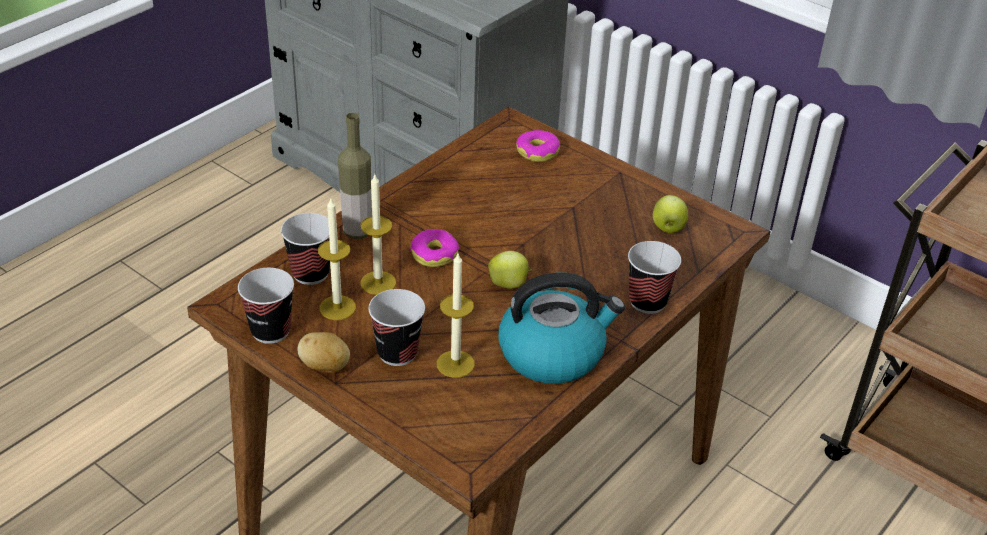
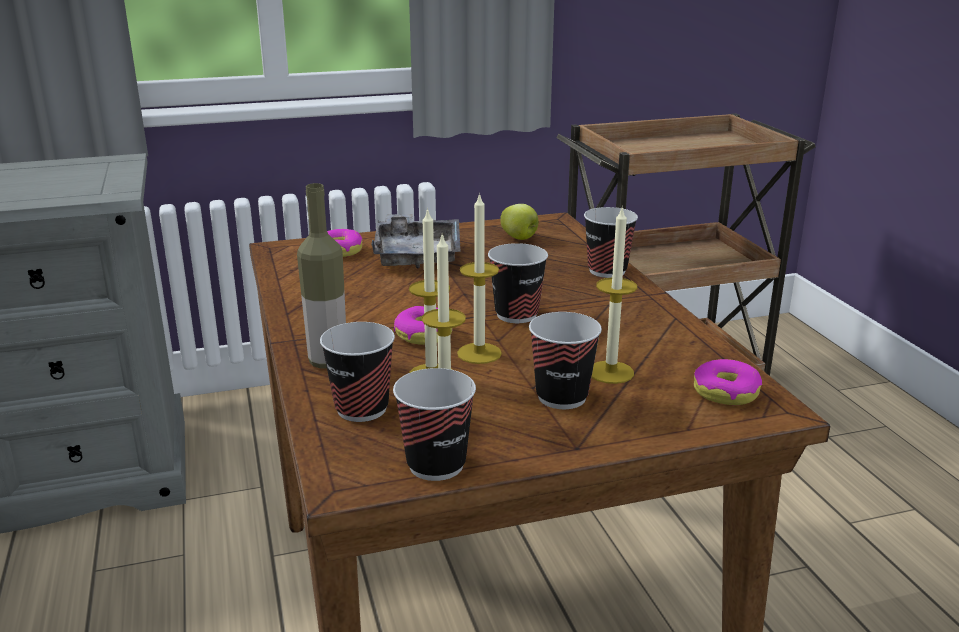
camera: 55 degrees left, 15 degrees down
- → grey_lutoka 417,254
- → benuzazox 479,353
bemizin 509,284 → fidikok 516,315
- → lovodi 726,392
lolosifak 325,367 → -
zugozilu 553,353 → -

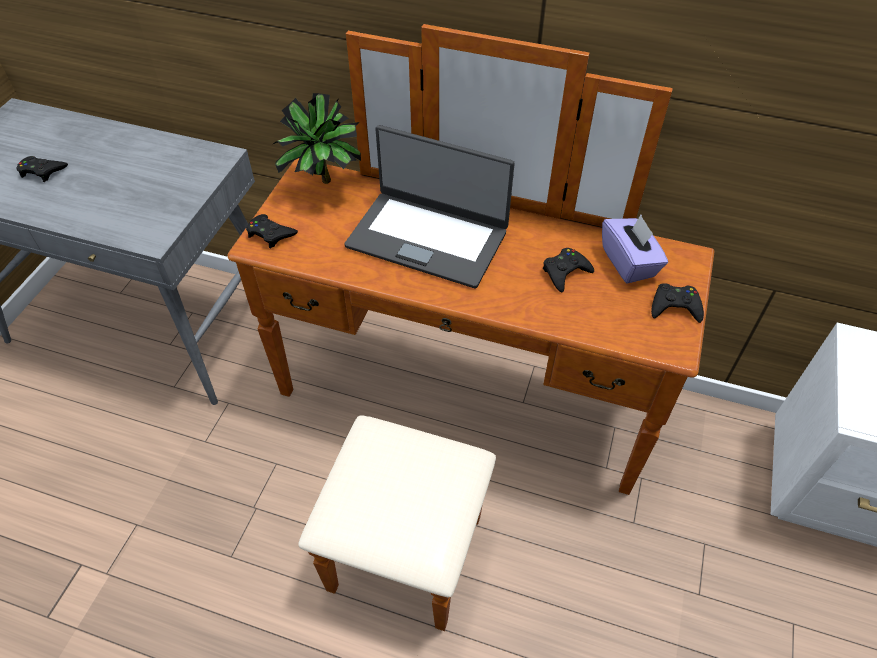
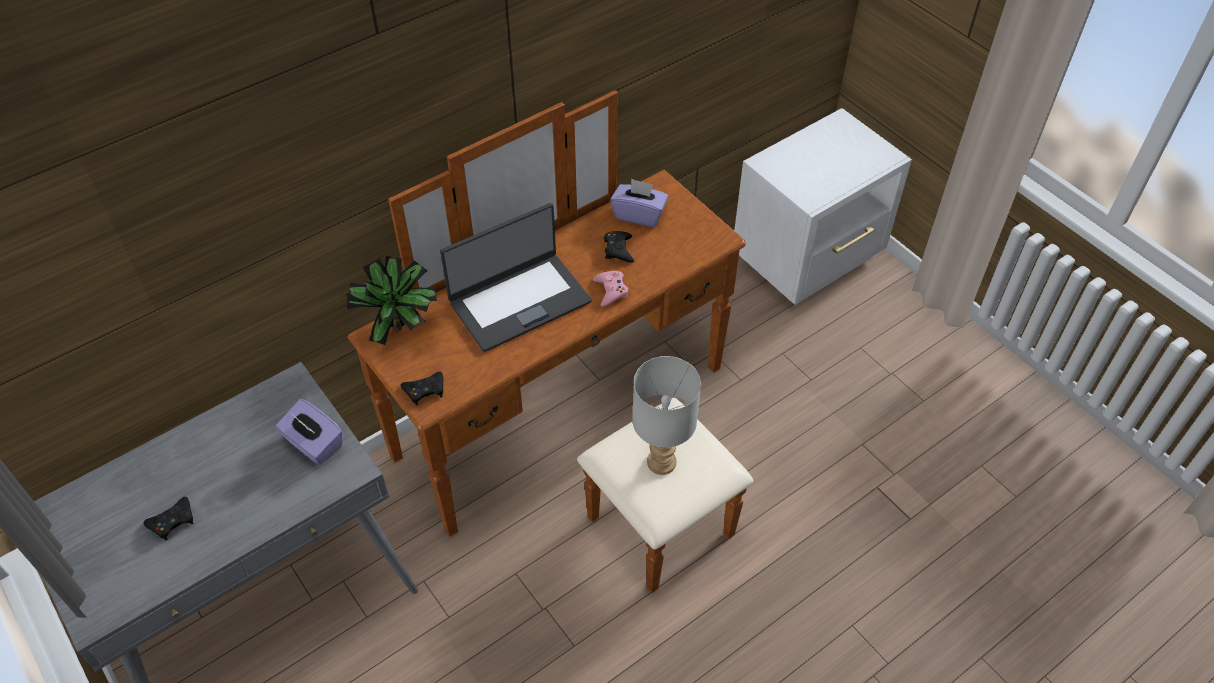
camera: 55 degrees left, 0 degrees up
- → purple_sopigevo 314,444
- → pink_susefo 611,290
- → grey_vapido 662,462
black_susefo 675,307 → -

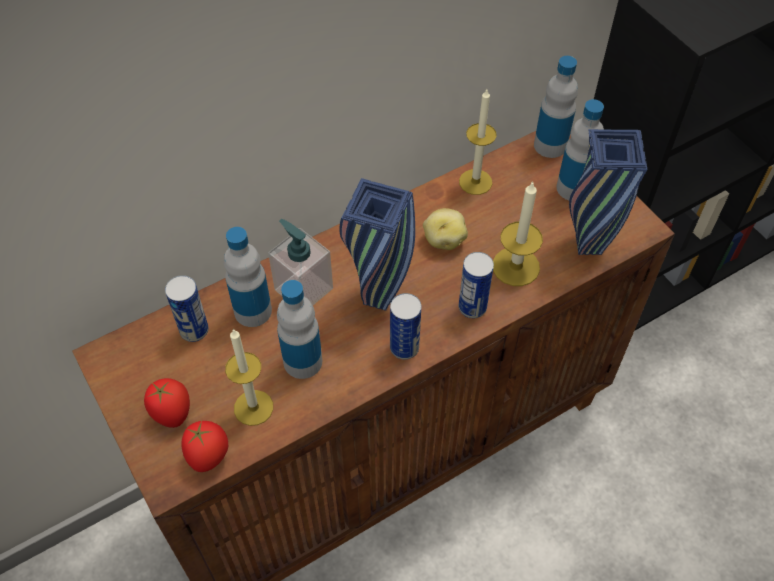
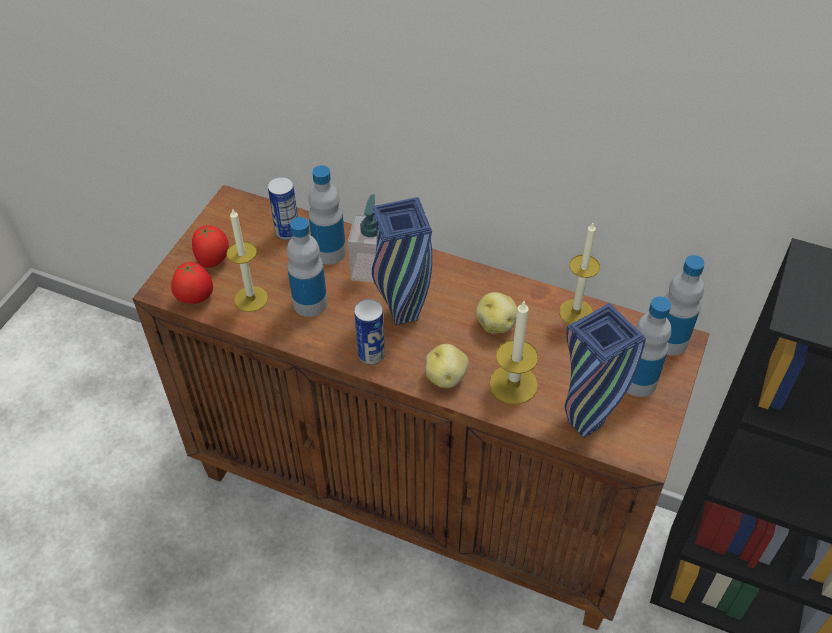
camera: 55 degrees right, 5 degrees down
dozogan 472,307 → lolosifak 446,377

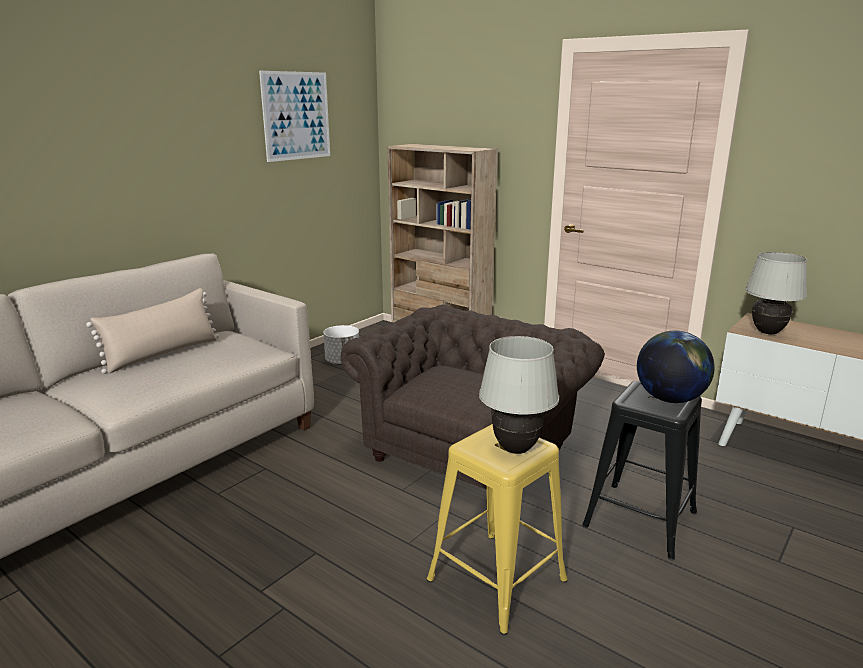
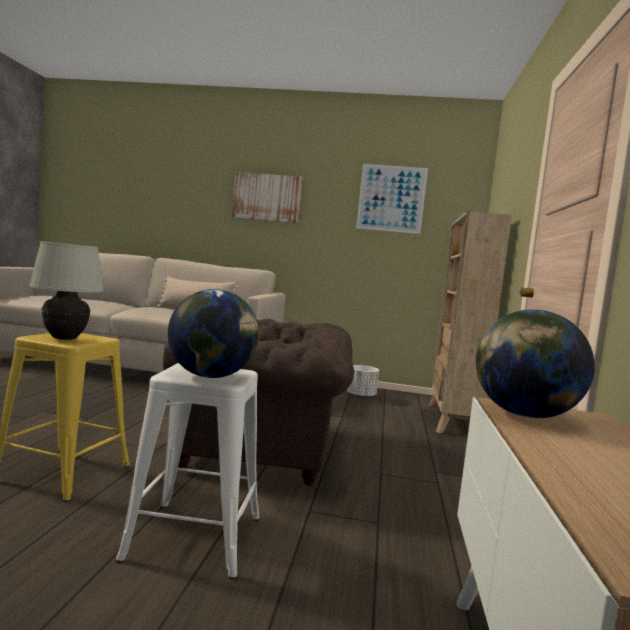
camera: 60 degrees right, 15 degrees down
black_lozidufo 640,519 → white_lozidufo 194,537
- → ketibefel 267,197
white_vapido 768,332 → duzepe 524,415

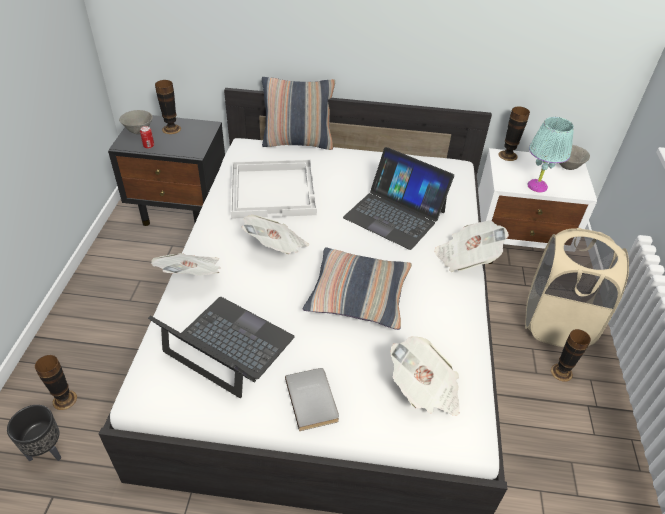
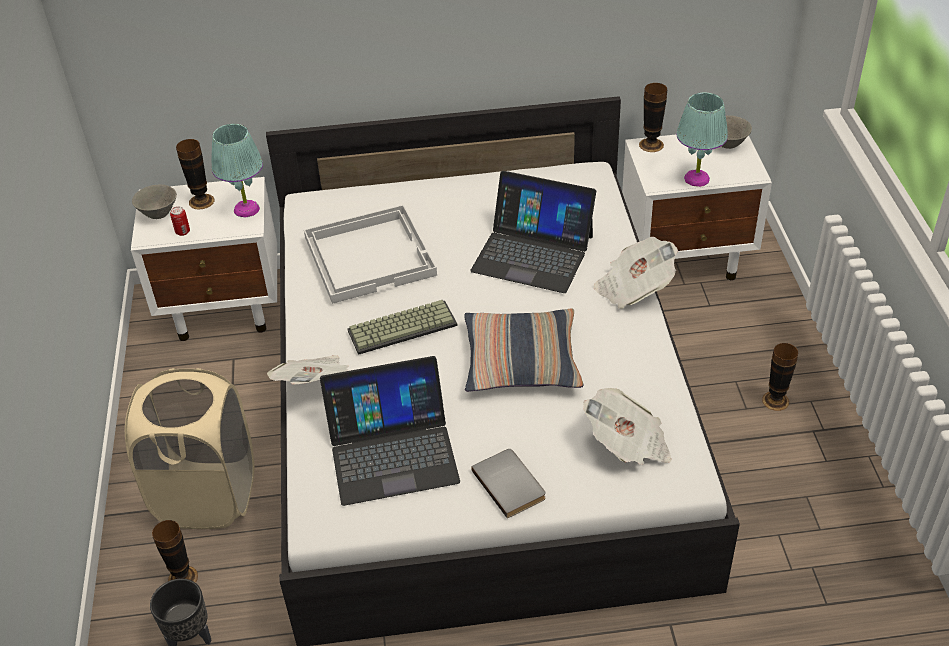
camera: 10 degrees left, 0 degrees up
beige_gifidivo 557,324 → beige_gifidivo 207,496, relocated
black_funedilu 182,210 → white_funedilu 225,308
- → turquoise_vapido 247,209
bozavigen 227,346 → bozavigen 392,452, 150 degrees clockwise
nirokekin 276,247 → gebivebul 403,326
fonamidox 298,142 → -

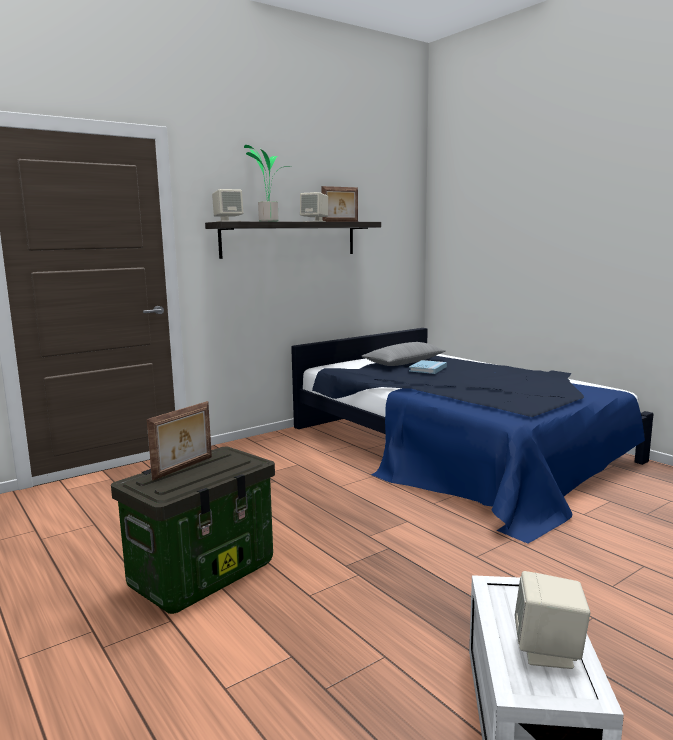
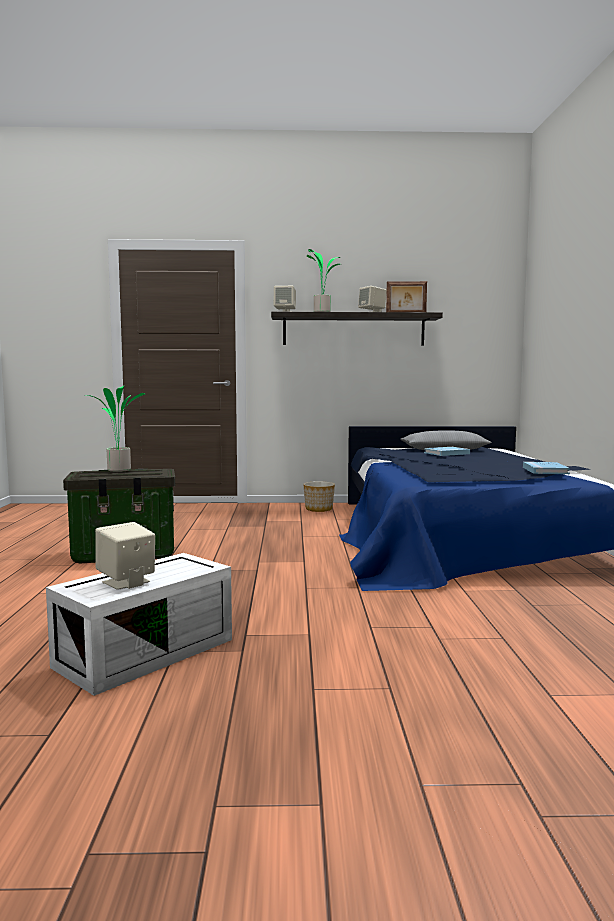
camera: 35 degrees right, 5 degrees down
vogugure 184,468 → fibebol 118,470
- → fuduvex 319,509
- → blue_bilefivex 545,470

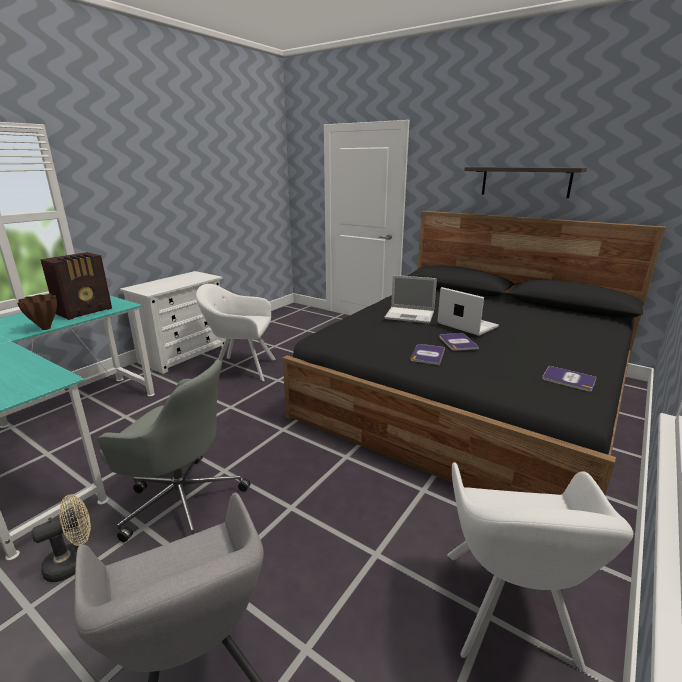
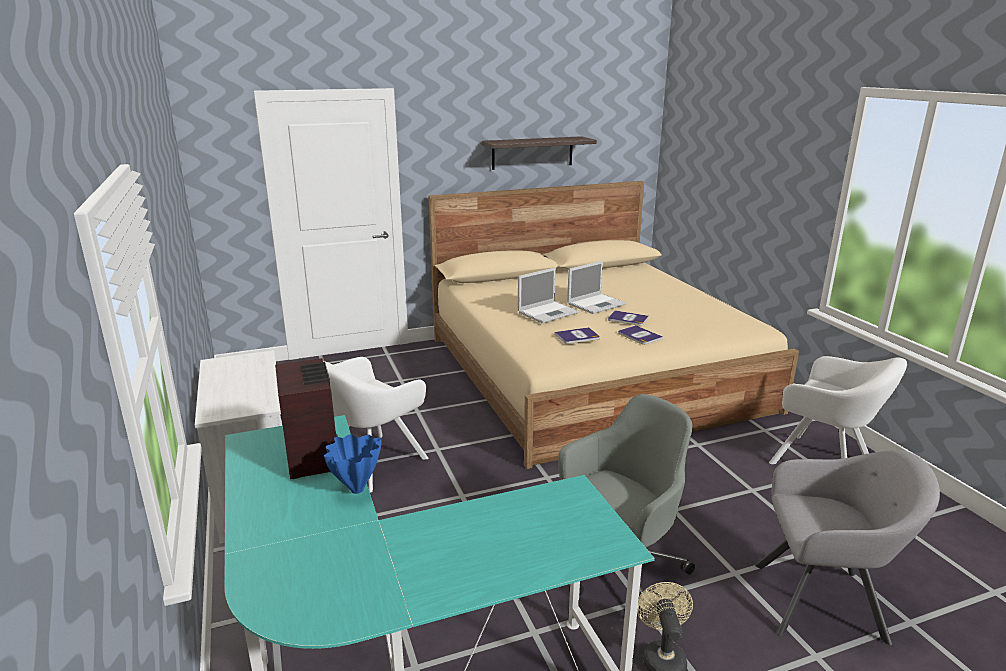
camera: 55 degrees left, 0 degrees up
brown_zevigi 45,328 → blue_zevigi 356,490
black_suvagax 470,395 → beige_suvagax 591,372
bilefivex 568,379 → bilefivex 577,336, relocated
bozavigen 466,325 → bozavigen 597,304, 150 degrees clockwise

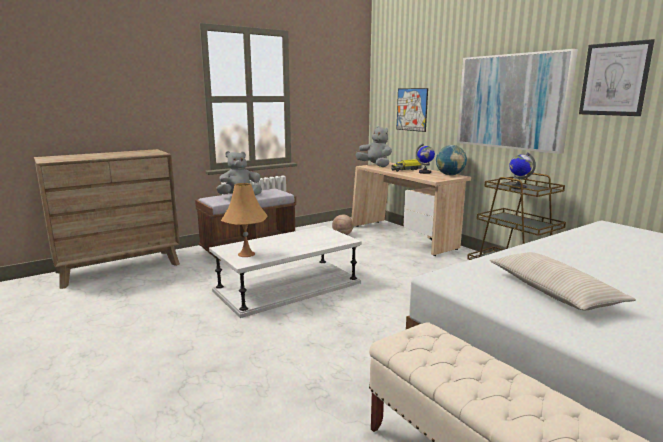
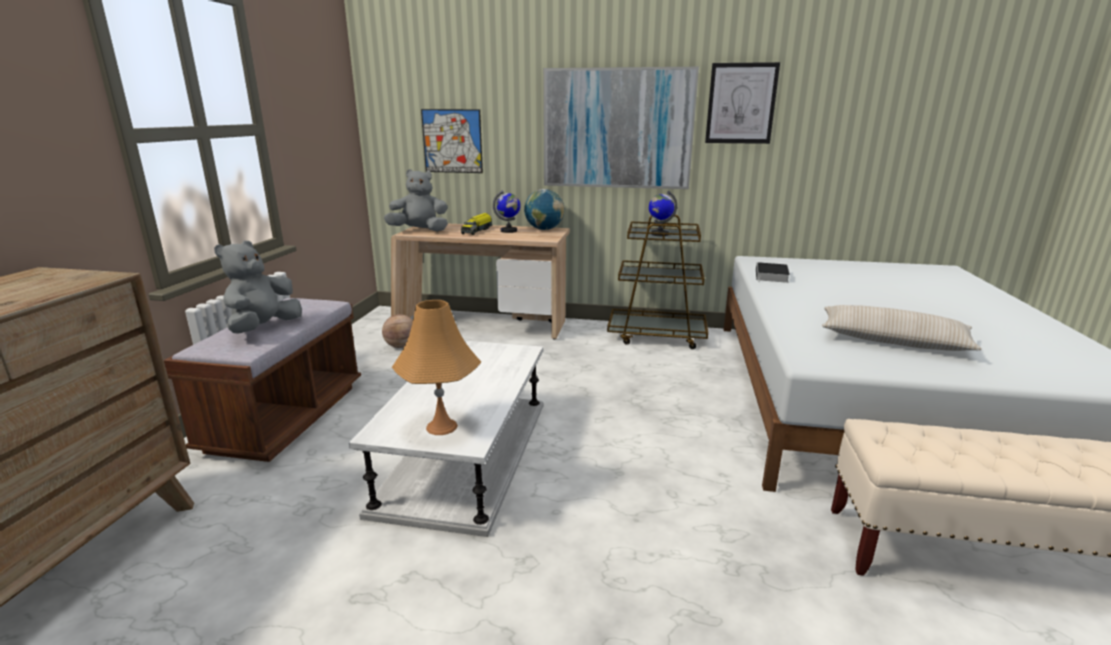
camera: 45 degrees left, 5 degrees up
- → bilefivex 771,276

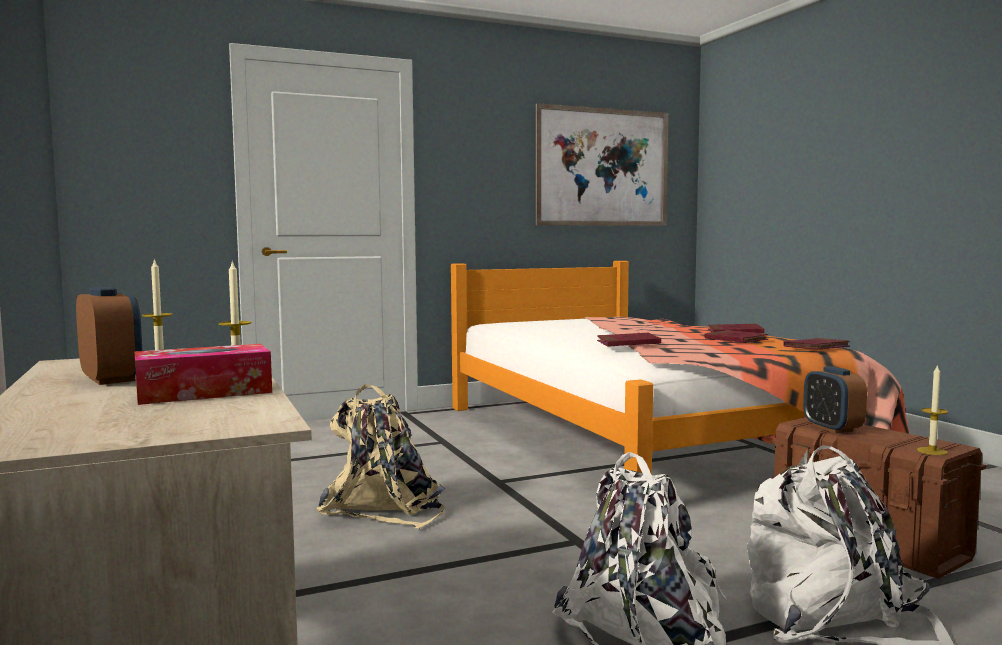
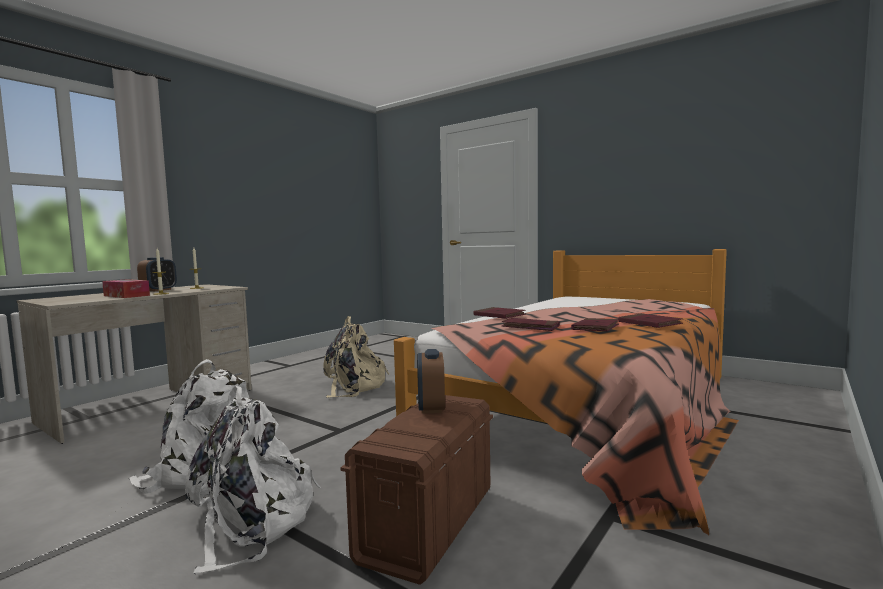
camera: 60 degrees right, 0 degrees up
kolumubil 832,428 → kolumubil 431,407, 45 degrees counterclockwise
red_bilefivex 816,347 → red_bilefivex 530,327, relocated
ketibefel 603,167 → -
benuzazox 932,451 → -

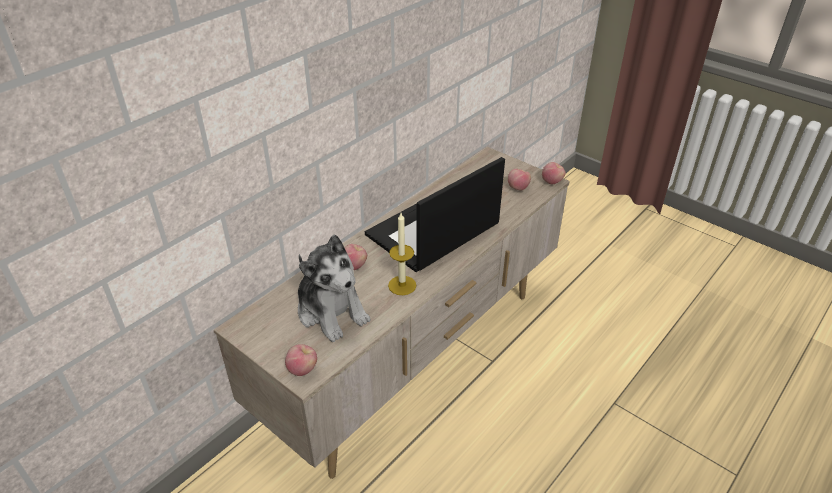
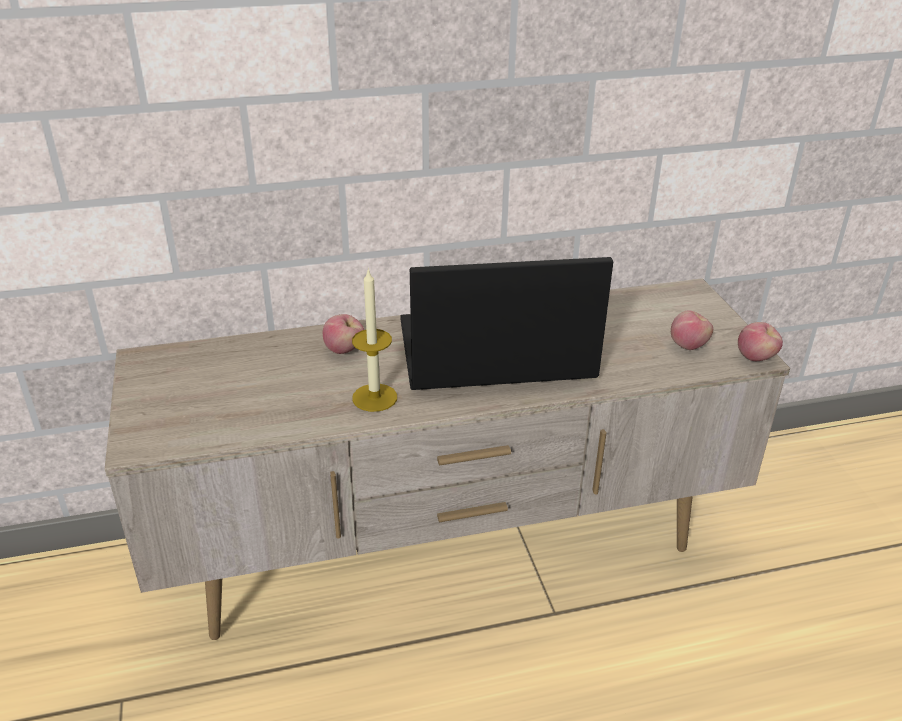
camera: 35 degrees right, 5 degrees down
bemizin 302,369 → -
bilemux 331,311 → -

